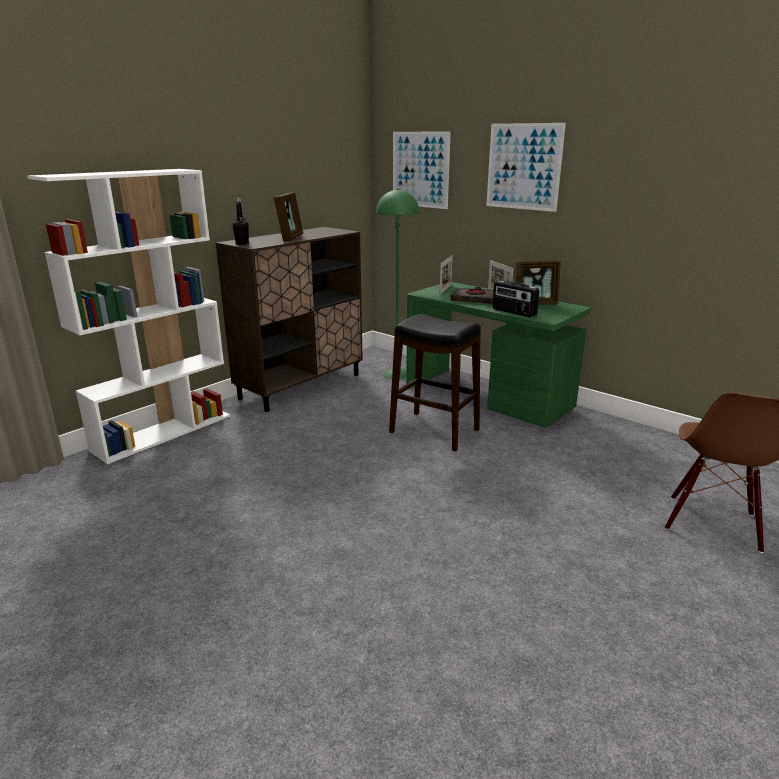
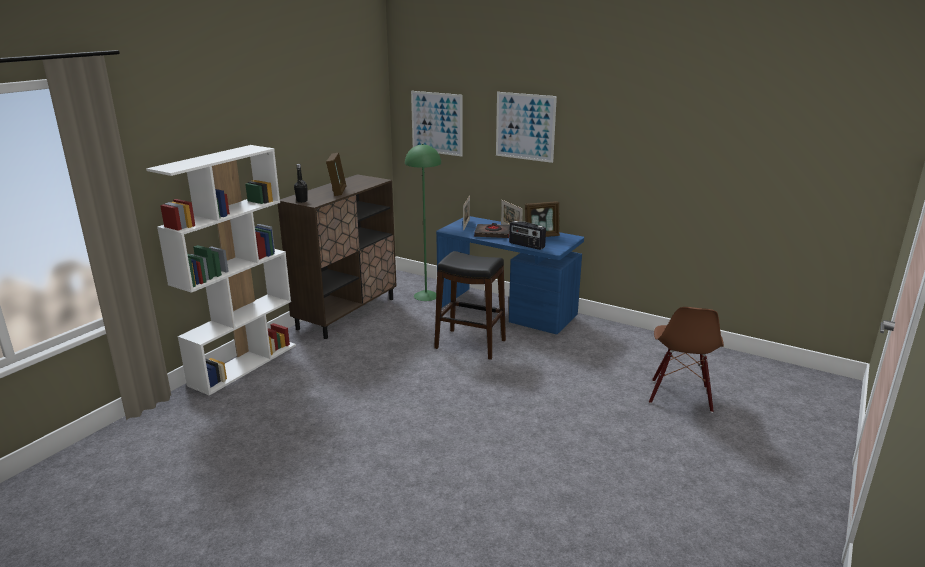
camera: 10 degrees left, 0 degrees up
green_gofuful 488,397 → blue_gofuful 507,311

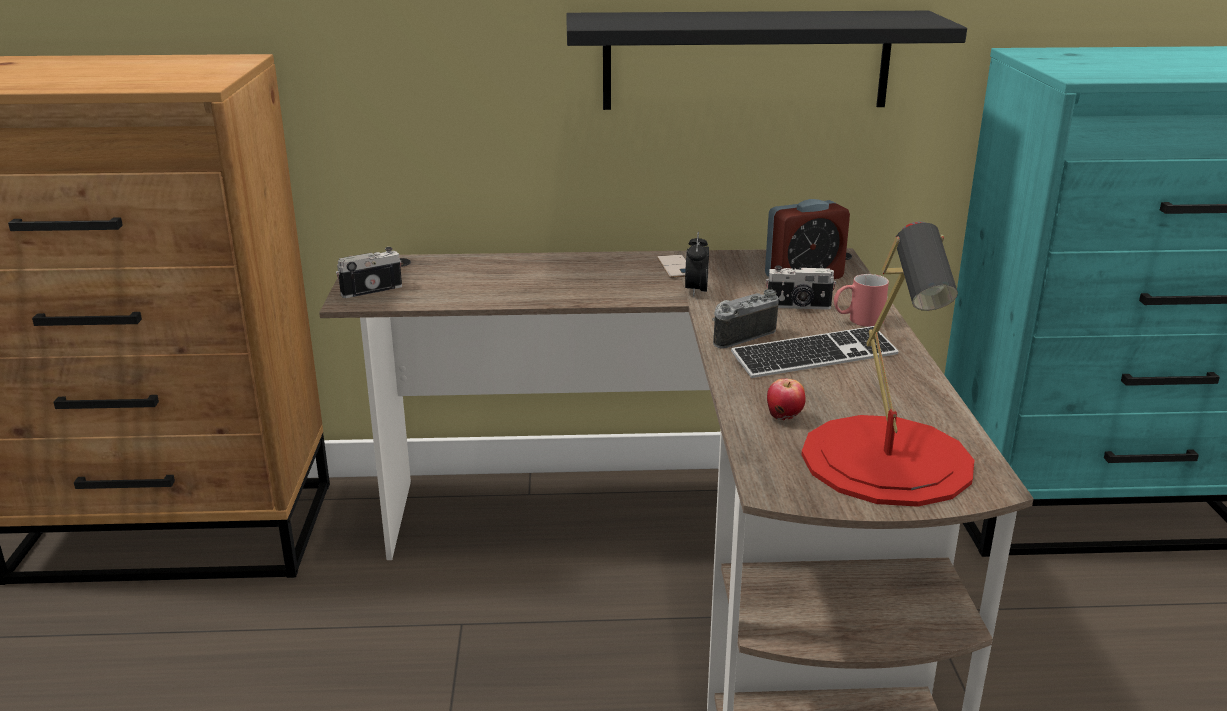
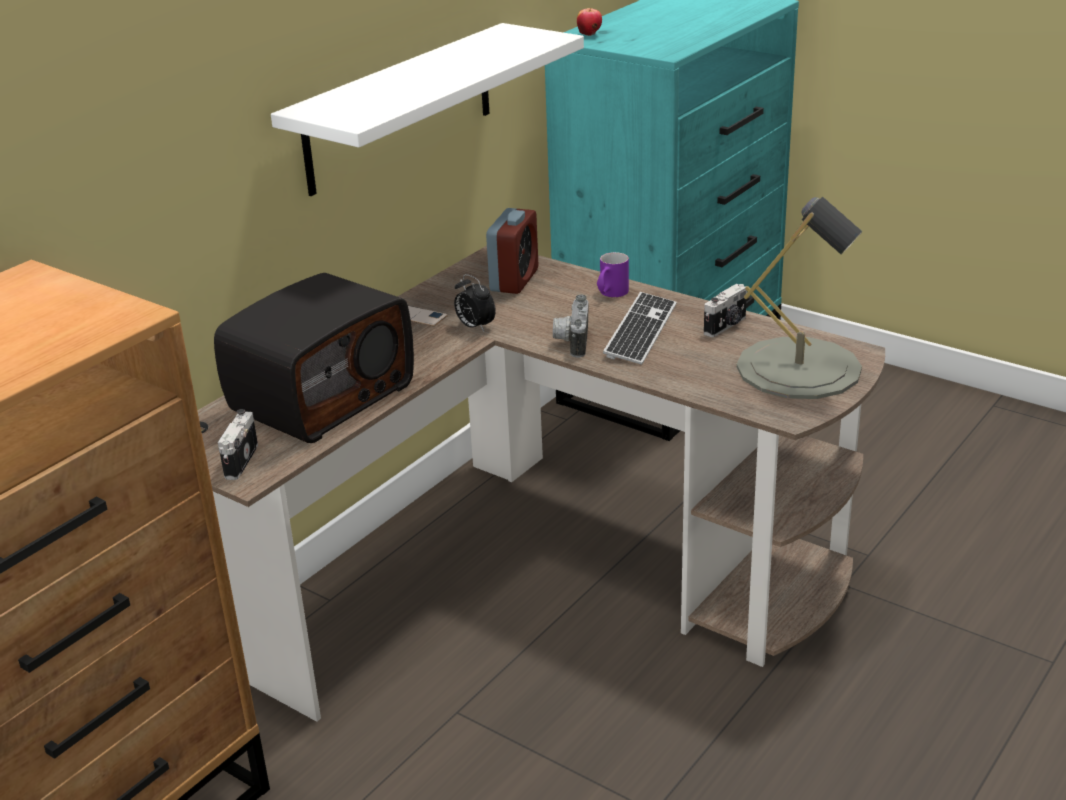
camera: 50 degrees left, 5 degrees up
- → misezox 321,397
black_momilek 746,60 → white_momilek 400,108
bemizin 784,418 → bemizin 589,35, relocated
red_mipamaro 857,321 → purple_mipamaro 610,294
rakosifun 799,306 → rakosifun 726,326, relocated
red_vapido 887,460 → grey_vapido 799,368

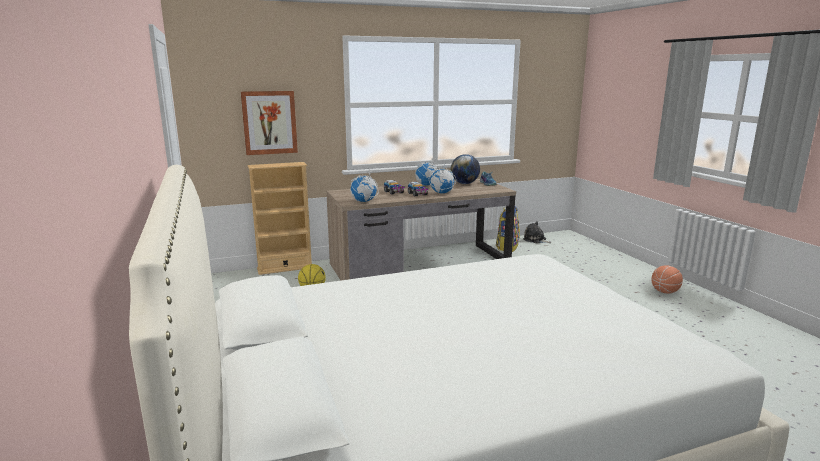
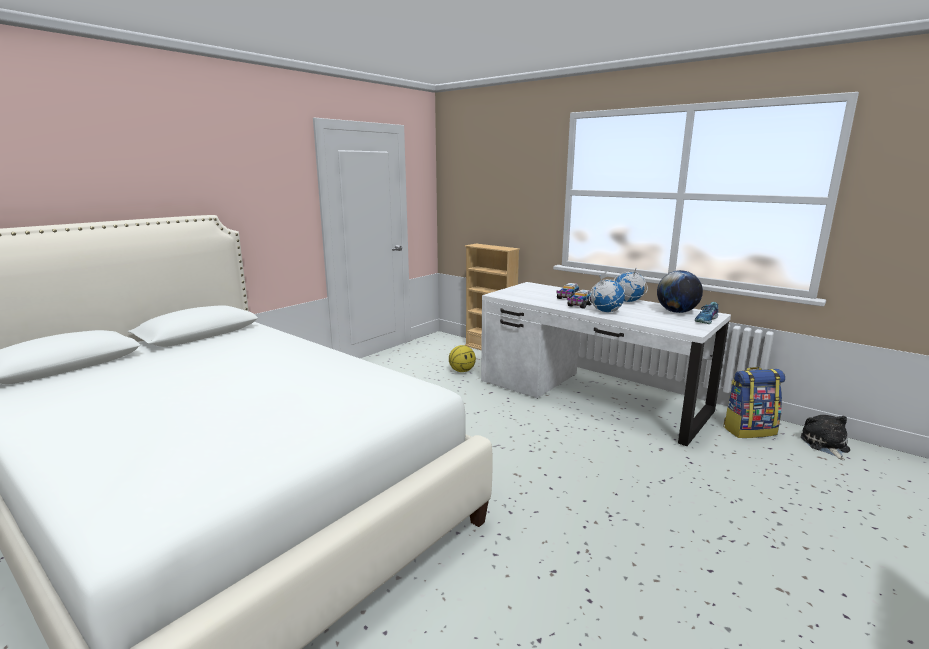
camera: 60 degrees right, 0 degrees up
brown_gofuful 420,265 → white_gofuful 590,396
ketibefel 269,122 → -
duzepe 364,201 → -
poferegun 664,292 → -

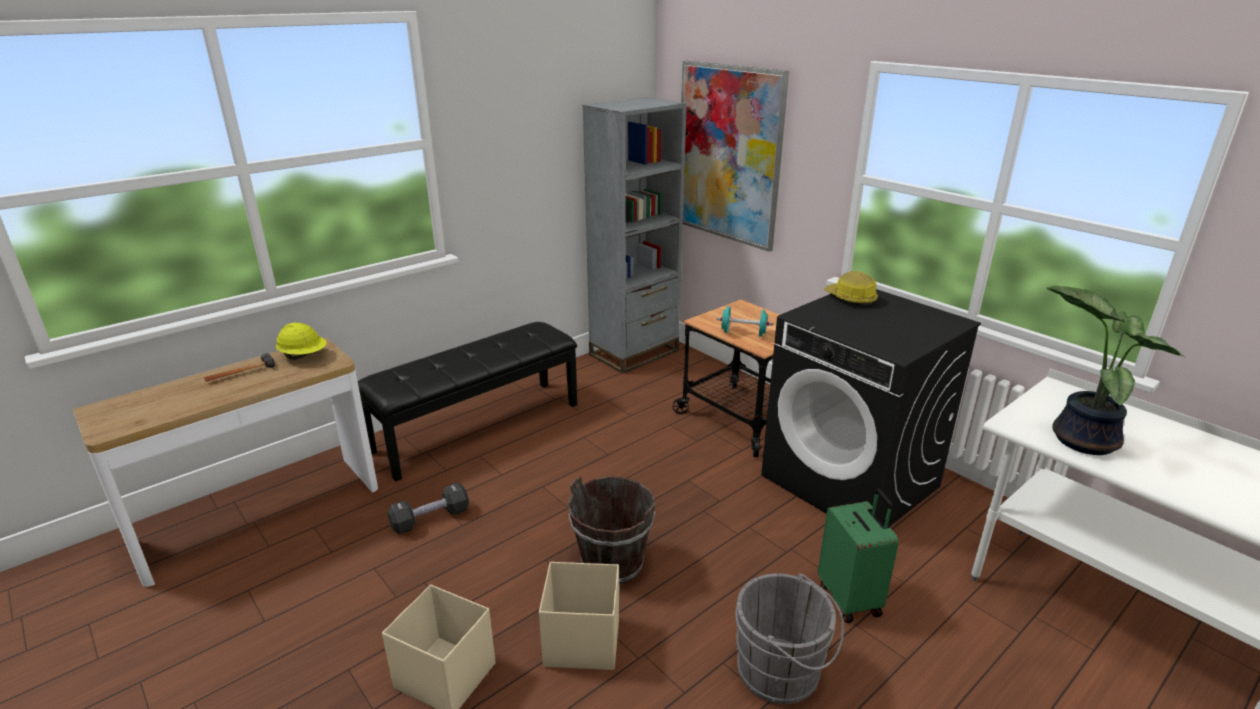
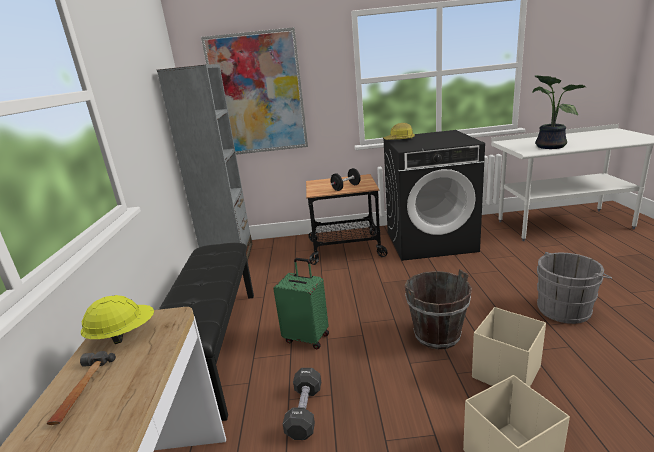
camera: 50 degrees left, 5 degrees down
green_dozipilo 850,598 → green_dozipilo 307,337, relocated
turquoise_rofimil 743,333 → black_rofimil 346,187

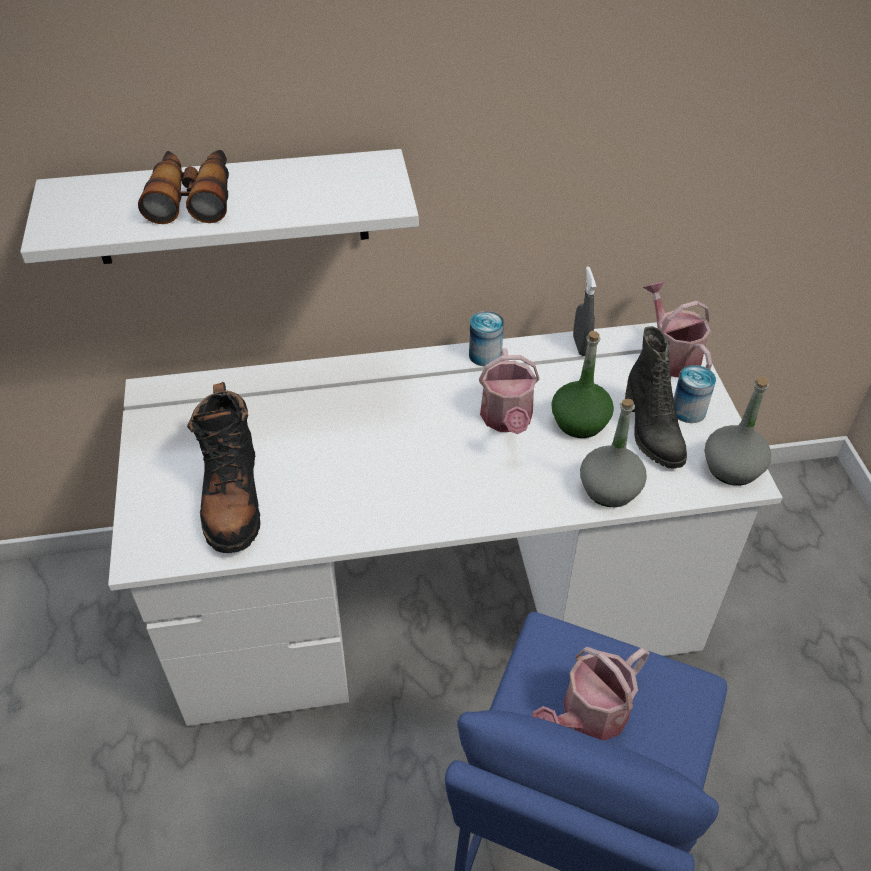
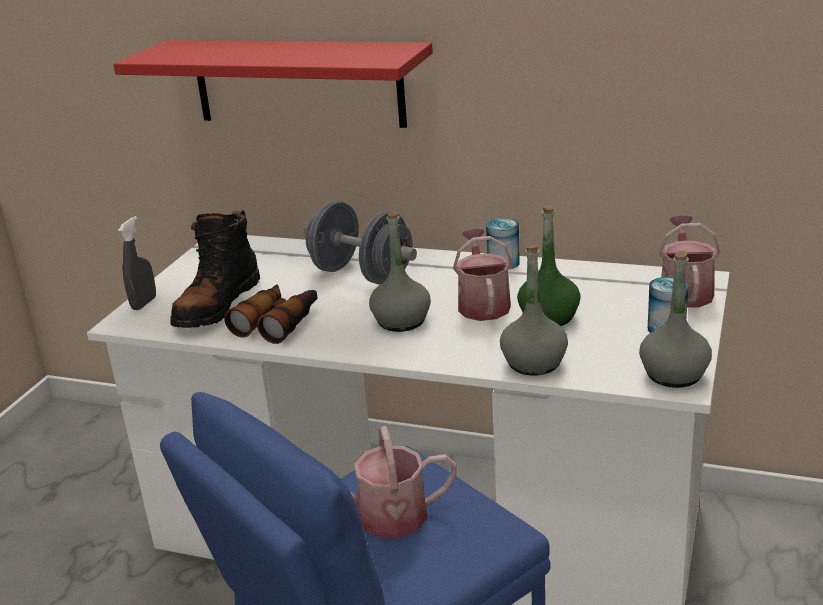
camera: 30 degrees right, 20 degrees down
white_momilek 230,208 → red_momilek 297,82
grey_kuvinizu 581,346 → grey_kuvinizu 144,303, relocated
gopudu 192,197 → gopudu 278,322, relocated
- → grey_rofimil 362,274
- → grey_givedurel 401,321
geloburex 507,420 → geloburex 483,304, 150 degrees clockwise
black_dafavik 650,432 → -

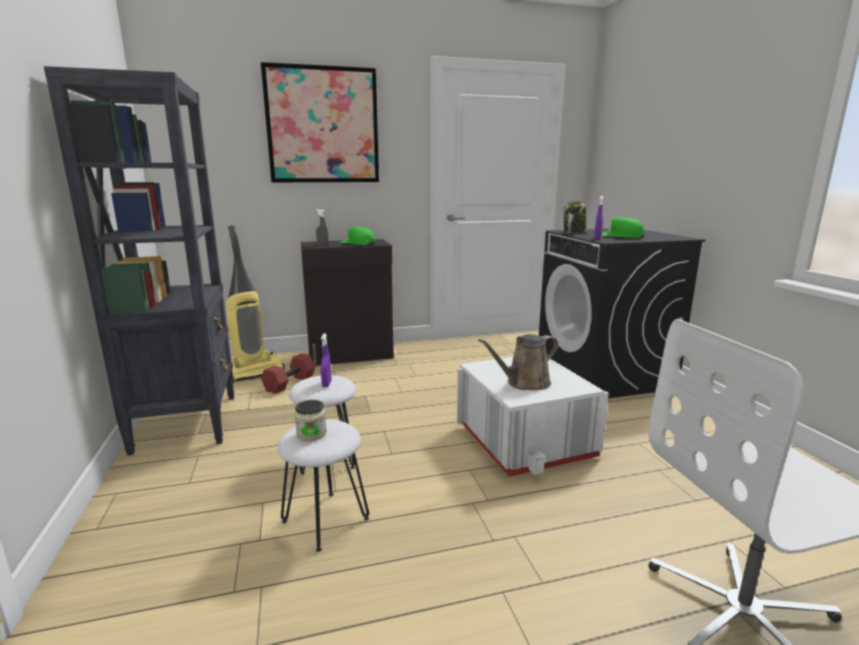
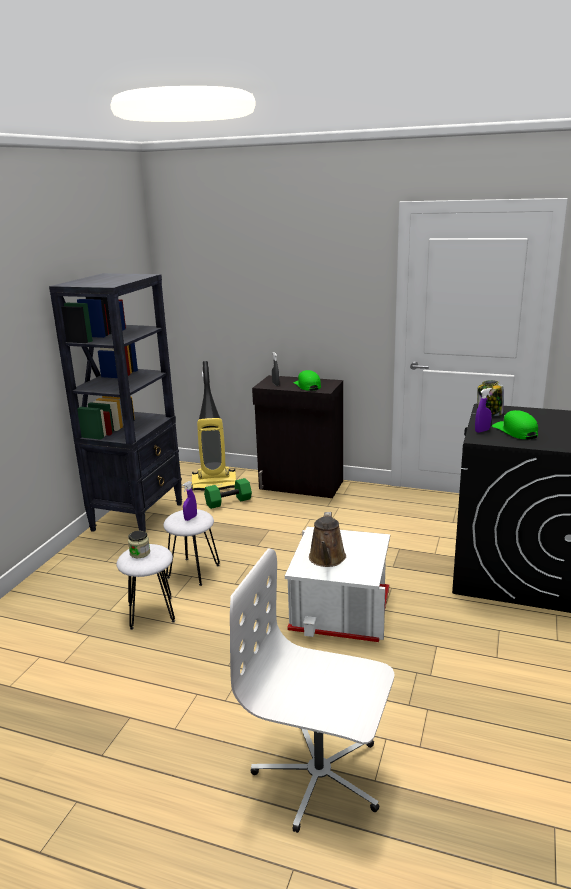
camera: 35 degrees right, 5 degrees up
red_rofimil 289,383 → green_rofimil 228,501
brown_geloburex 524,383 → brown_geloburex 327,559, 90 degrees counterclockwise
ketibefel 323,126 → -

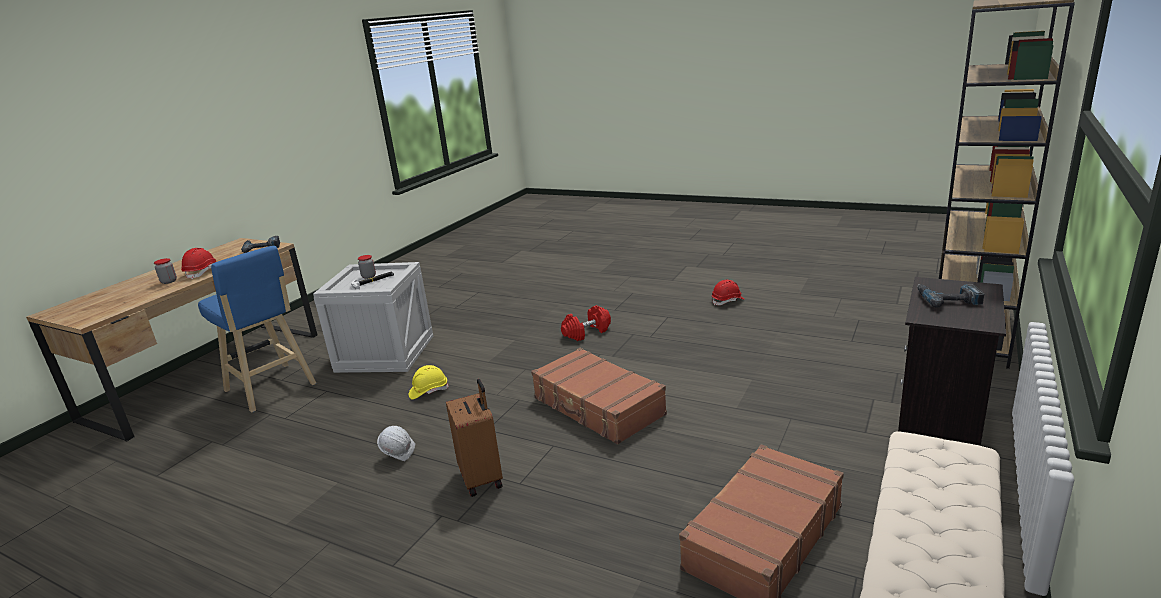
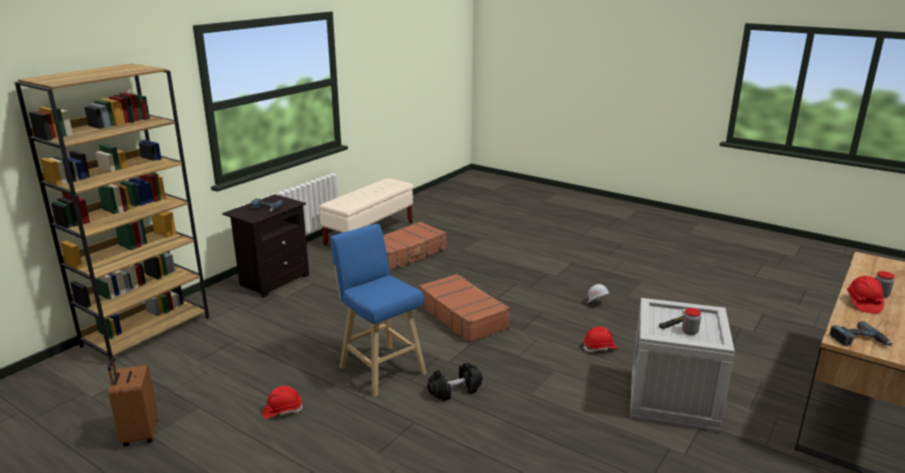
camera: 175 degrees left, 0 degrees up
brown_dozipilo 482,478 → brown_dozipilo 139,434, relocated
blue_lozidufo 272,389 → blue_lozidufo 380,368, relocated
red_rofimil 587,332 → black_rofimil 455,390
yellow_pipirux 428,391 → red_pipirux 599,348

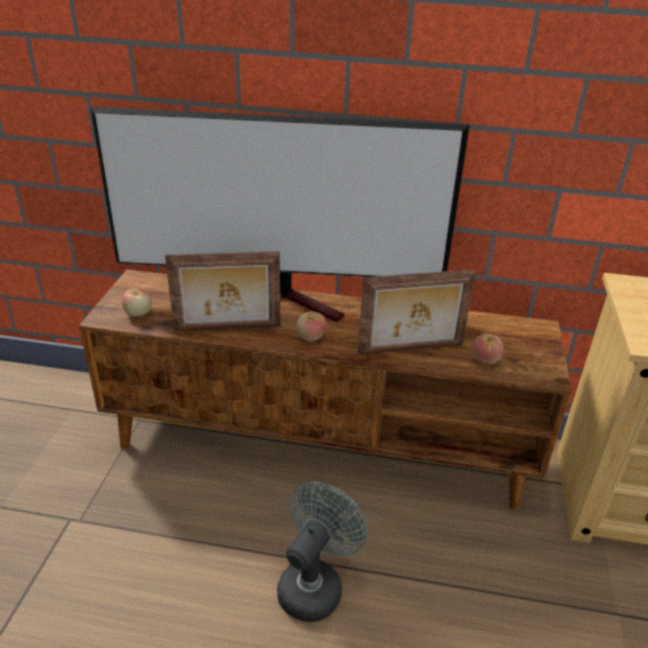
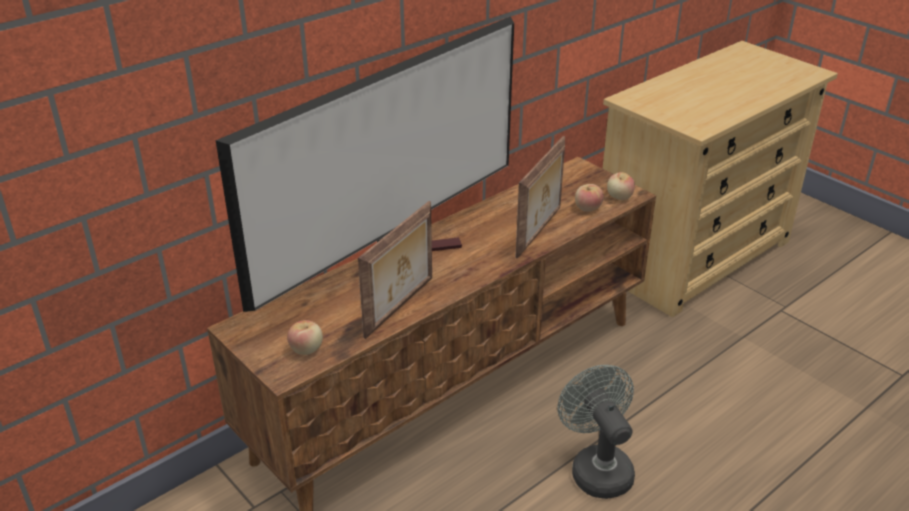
camera: 50 degrees left, 0 degrees up
bemizin 310,337 → bemizin 619,197, relocated

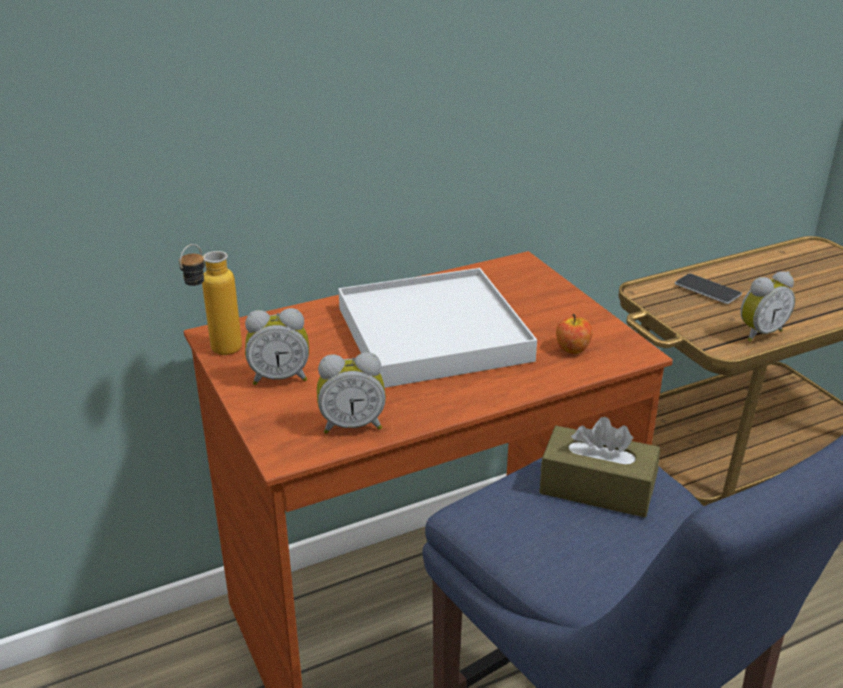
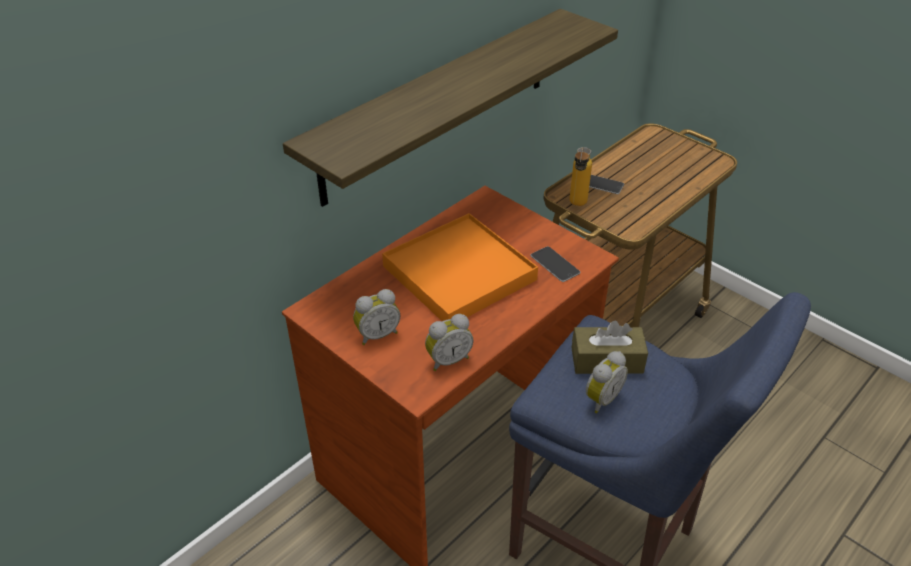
camera: 20 degrees left, 10 degrees up
- → momilek 439,104
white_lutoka 433,334 → orange_lutoka 460,273
bemizin 572,349 → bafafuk 555,264
givedurel 217,354 → givedurel 576,206, relocated
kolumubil 759,332 → kolumubil 600,398, relocated

